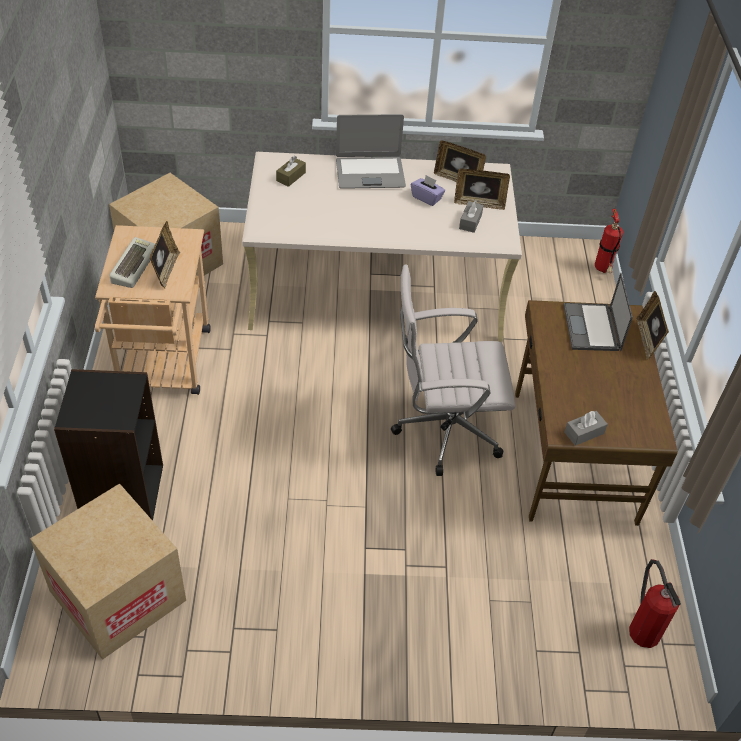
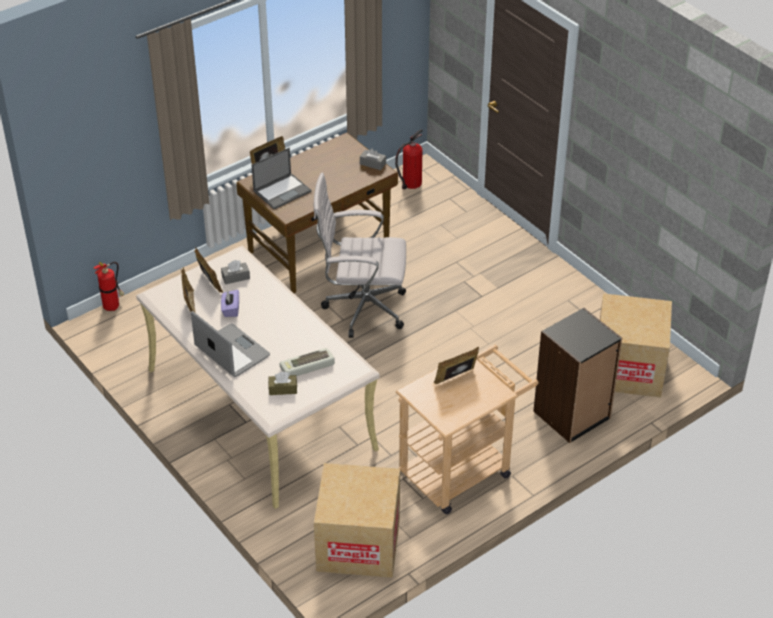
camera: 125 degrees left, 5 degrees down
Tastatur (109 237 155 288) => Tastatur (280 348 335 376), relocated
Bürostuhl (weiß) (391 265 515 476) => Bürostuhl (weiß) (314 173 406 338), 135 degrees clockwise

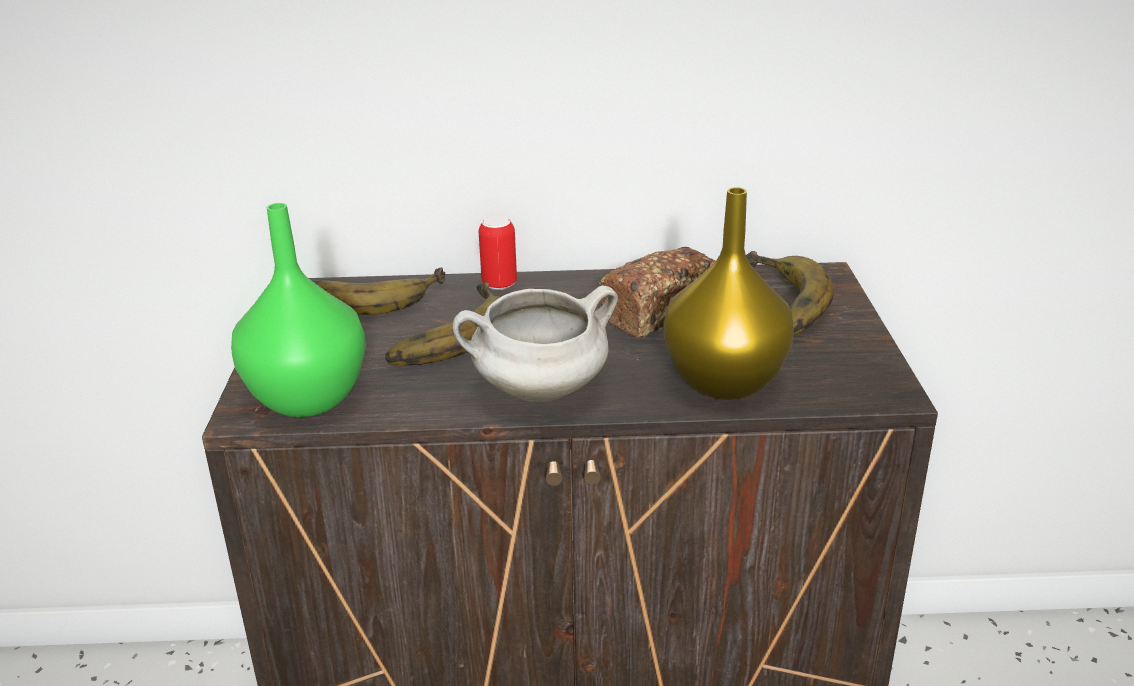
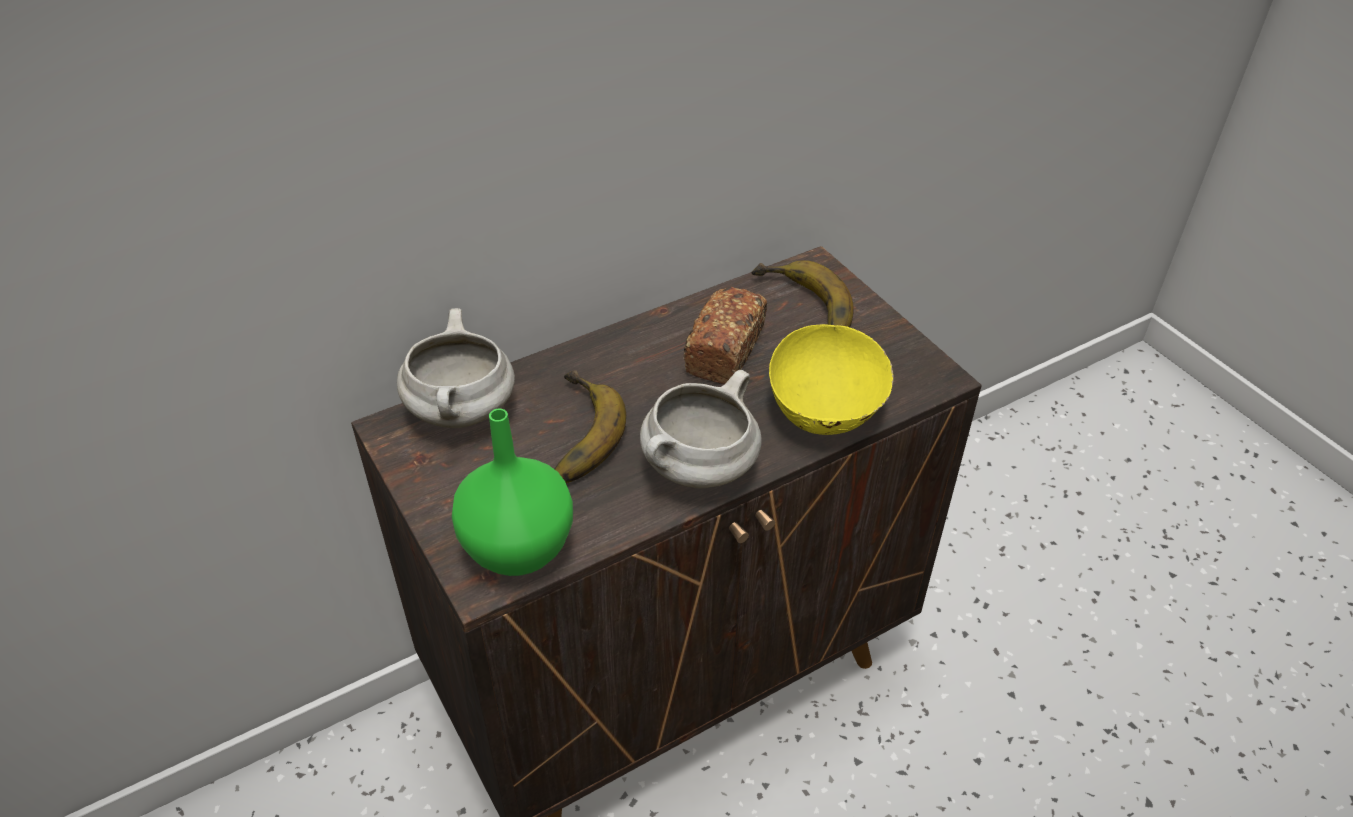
camera: 30 degrees left, 15 degrees up
Dose (479 216 517 290) => nothing
Banane (313 267 445 315) => Kochtopf (weiß) (397 308 515 428)
Vase (gelb) (664 187 794 400) => Schüssel (gelb) (769 323 893 435)

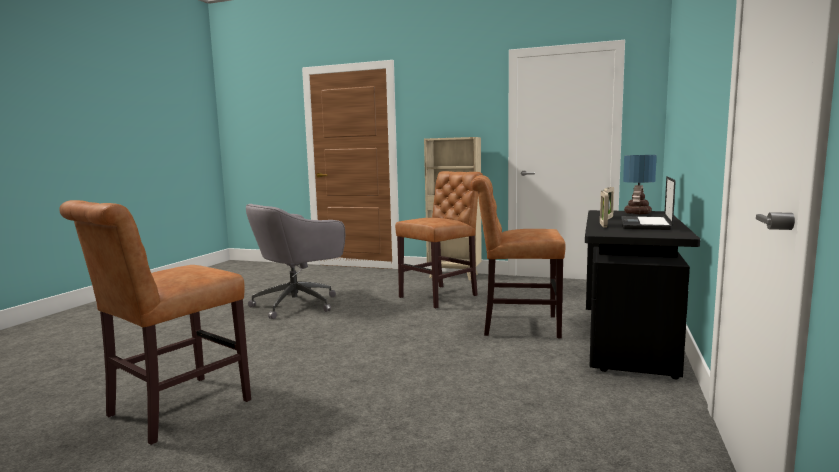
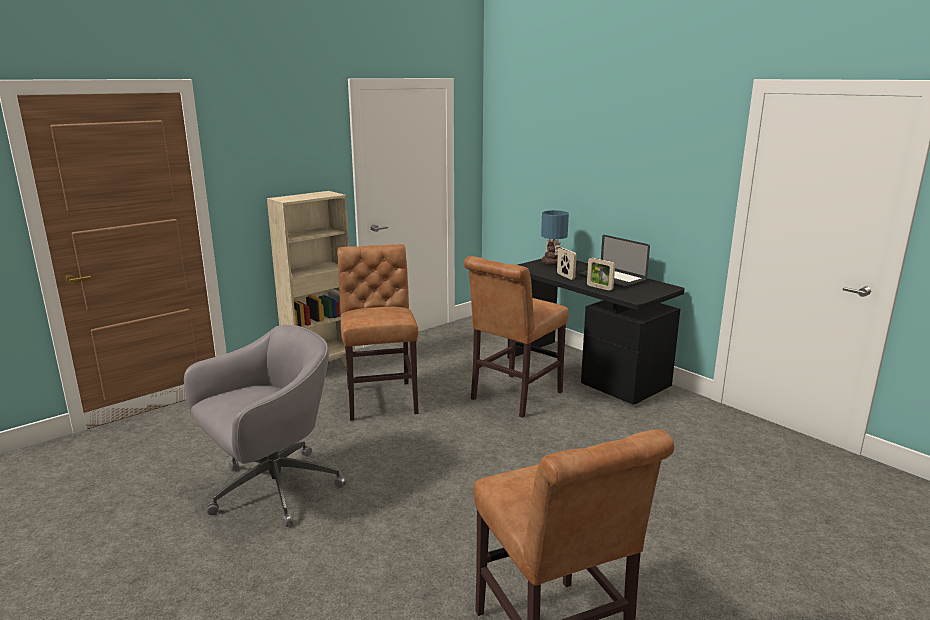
camera: 60 degrees left, 10 degrees up
Bürostuhl (grau) (246 204 345 319) => Bürostuhl (grau) (184 325 346 527), 120 degrees counterclockwise

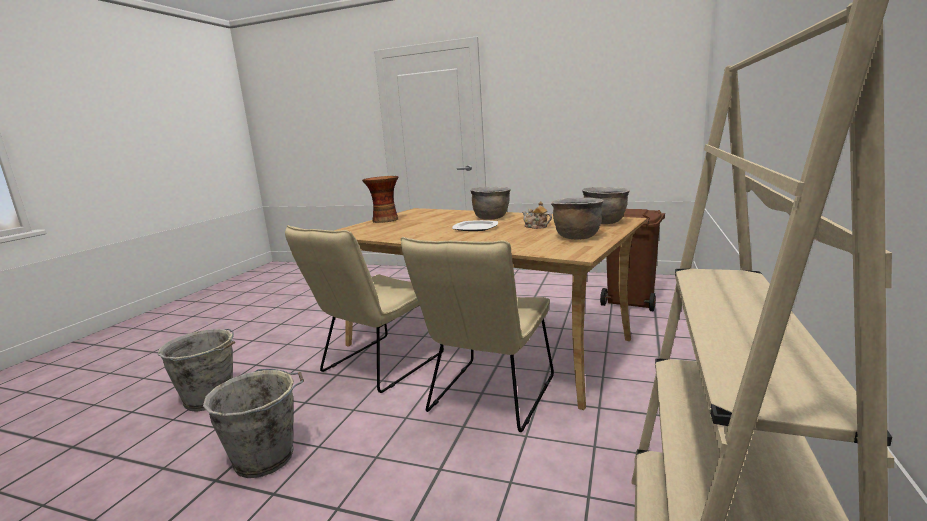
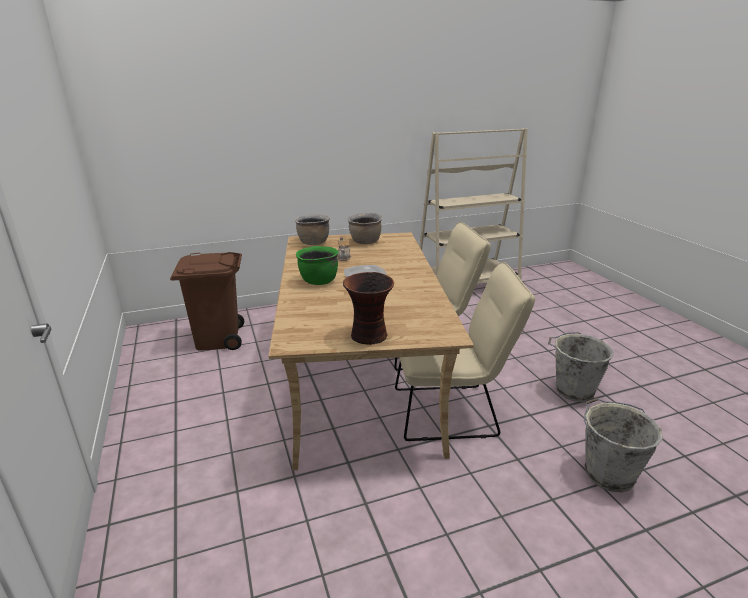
camera: 130 degrees left, 10 degrees up
Kochtopf (braun) (470 187 511 220) => Kochtopf (grün) (296 246 339 285)

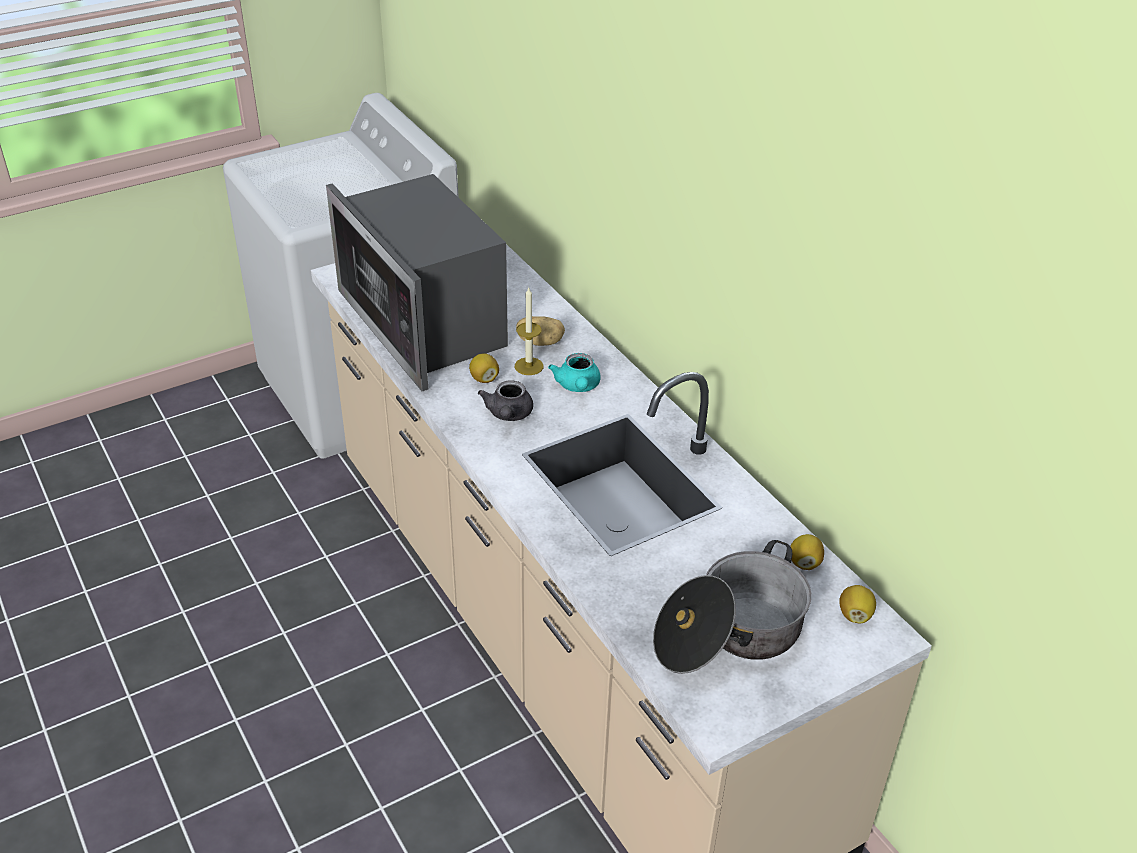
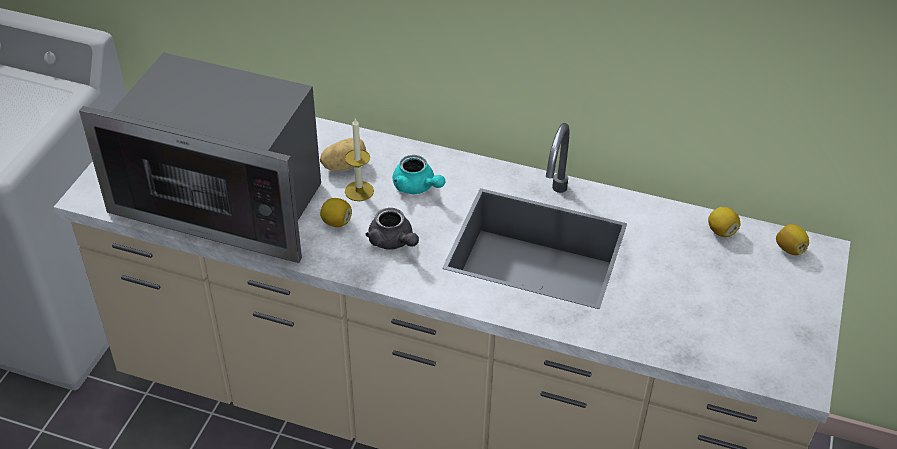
camera: 40 degrees left, 5 degrees up
Kochtopf (653 540 811 674) => nothing

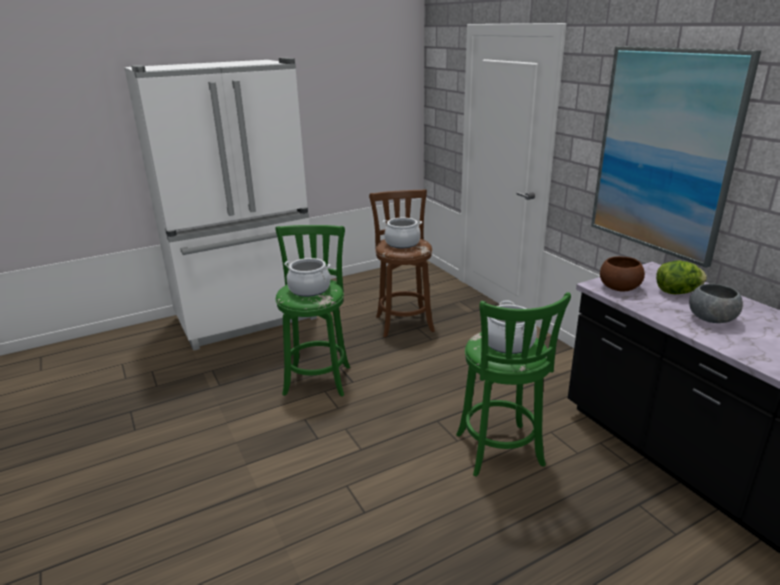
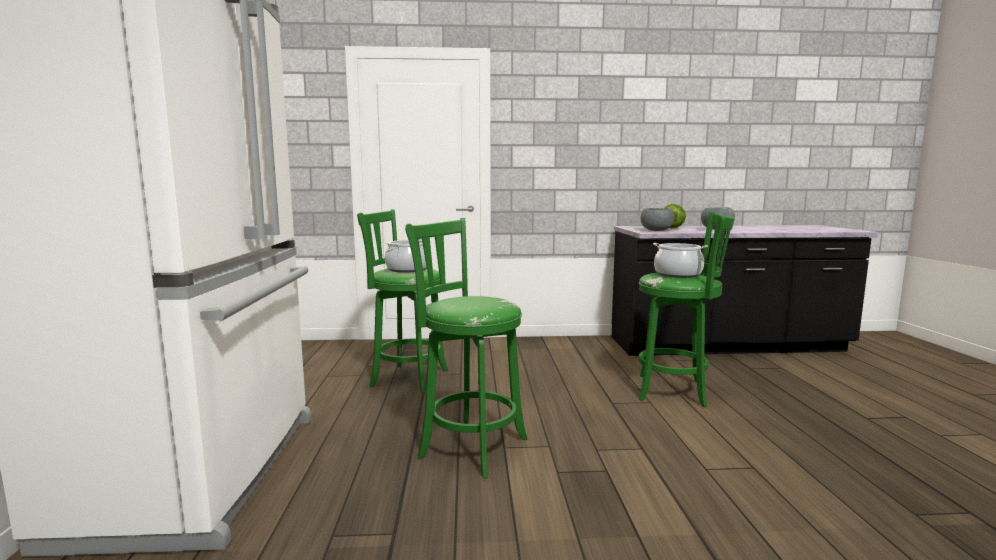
camera: 65 degrees left, 15 degrees down
Kochtopf (284 258 331 297) => nothing
Bild (591 46 761 268) => nothing
Hocker (braun) (369 189 435 338) => Hocker (grün) (357 209 448 393)
Schüssel (braun) (600 256 645 292) => Schüssel (grau) (640 208 674 231)

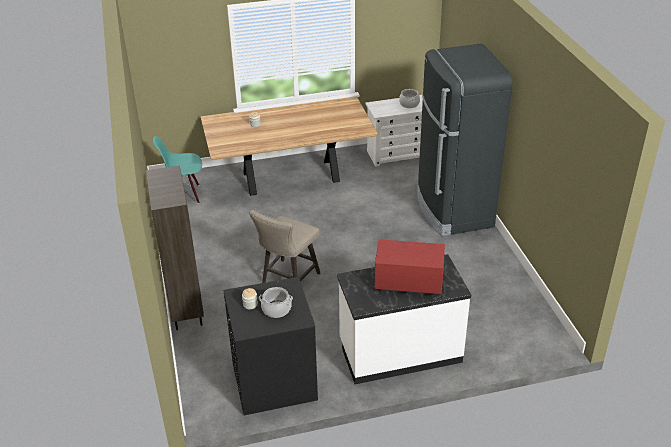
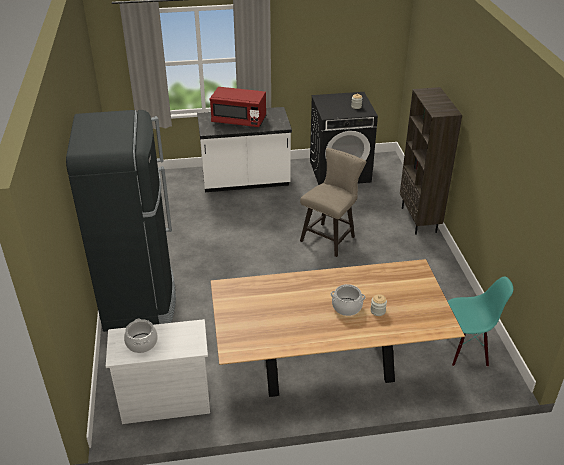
camera: 175 degrees left, 0 degrees up
Kochtopf (259 287 293 318) => Kochtopf (330 284 366 316), relocated

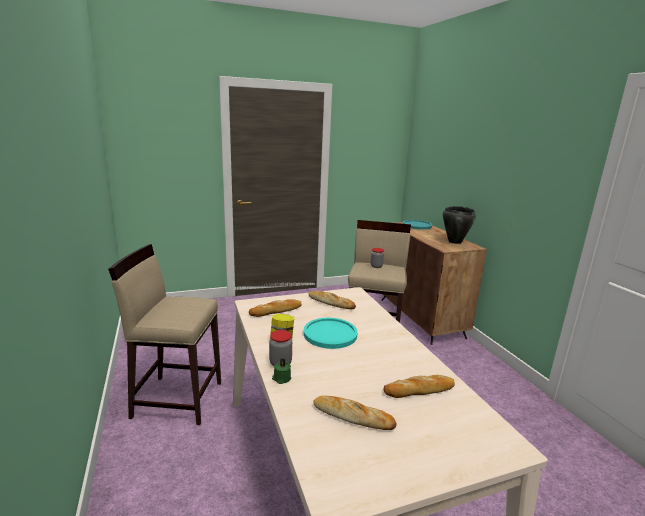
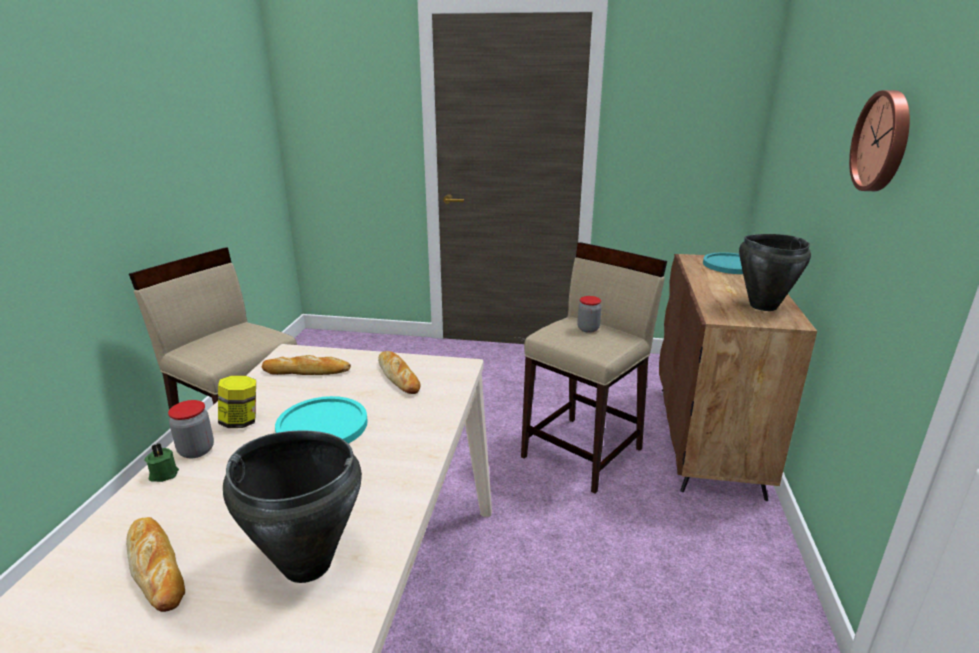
camera: 30 degrees right, 5 degrees up
nothing => Wanduhr (849 90 910 191)
Brot (384 375 455 398) => Kochtopf (schwarz) (223 430 362 583)

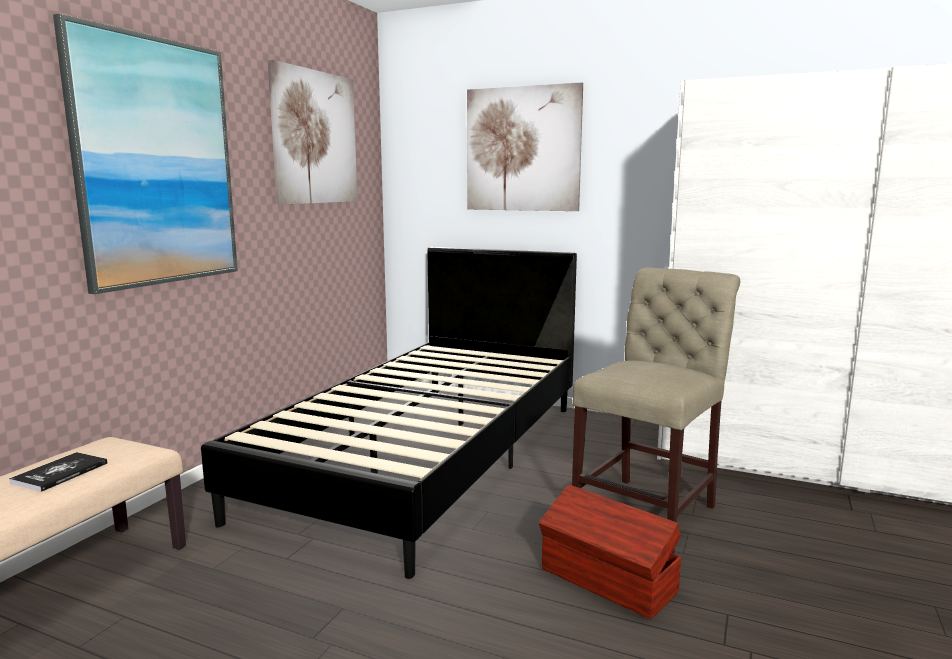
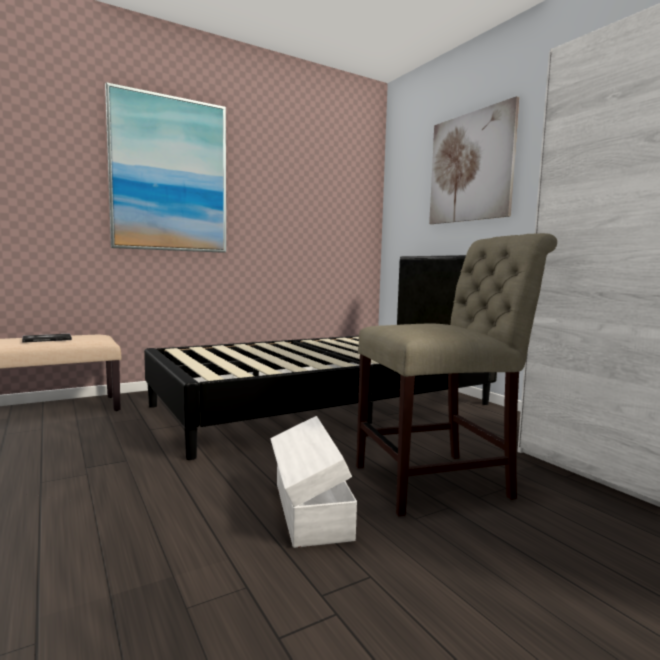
camera: 35 degrees right, 5 degrees down
Bild (268 59 357 205) => nothing
Aufbewahrungsbox (braun) (539 484 682 619) => Aufbewahrungsbox (weiß) (270 416 357 548)

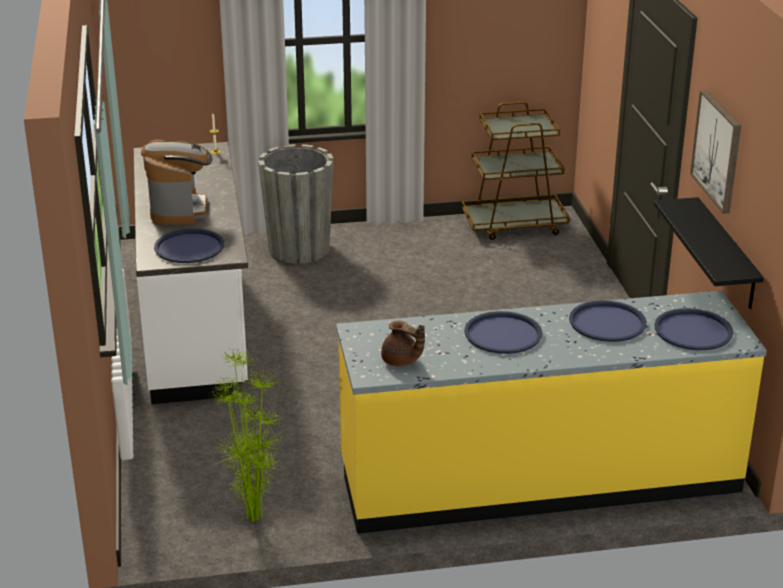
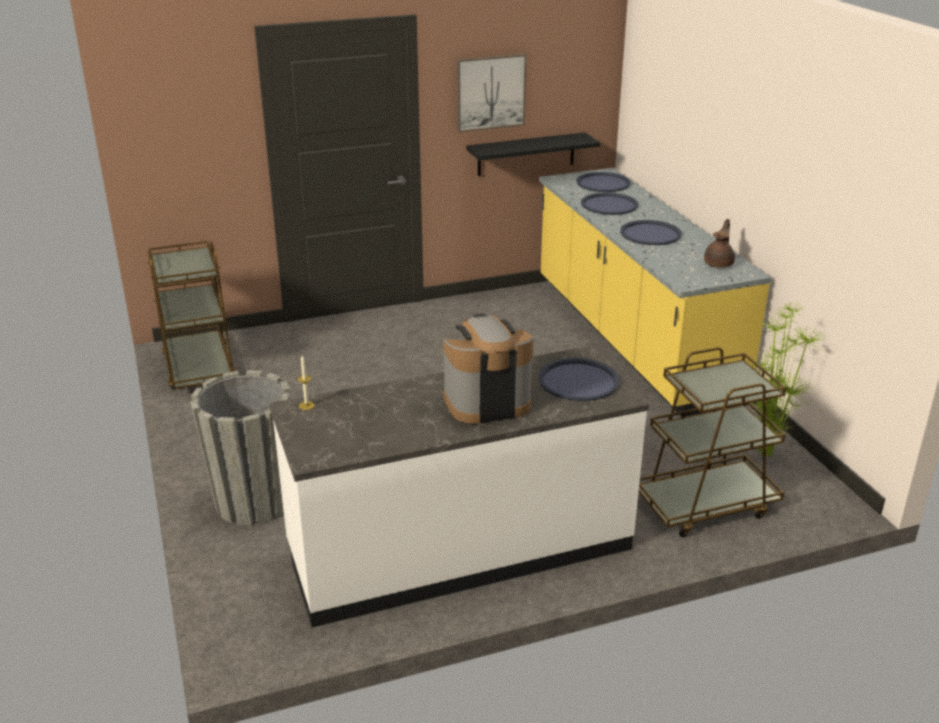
camera: 100 degrees left, 0 degrees up
nothing => Rollwagen (braun) (639 347 786 537)

